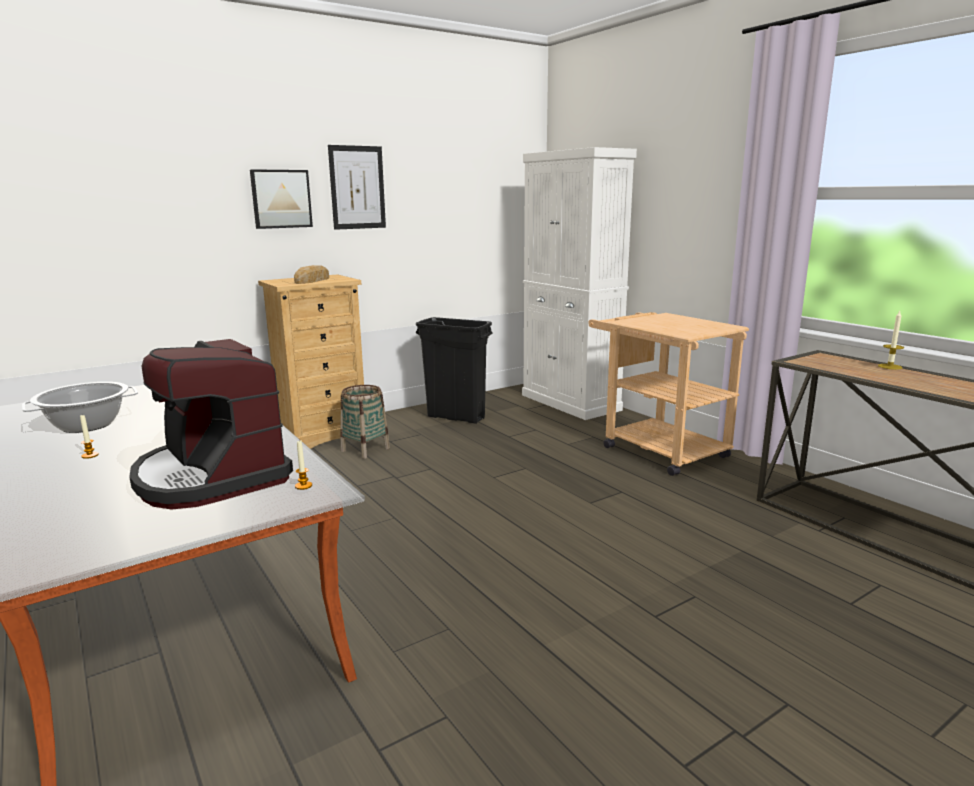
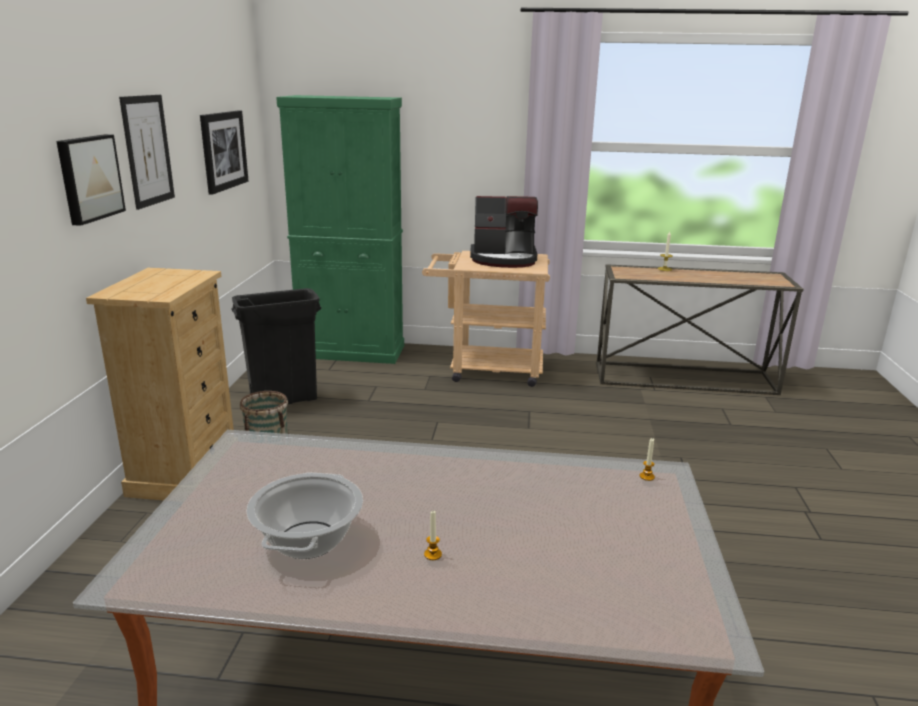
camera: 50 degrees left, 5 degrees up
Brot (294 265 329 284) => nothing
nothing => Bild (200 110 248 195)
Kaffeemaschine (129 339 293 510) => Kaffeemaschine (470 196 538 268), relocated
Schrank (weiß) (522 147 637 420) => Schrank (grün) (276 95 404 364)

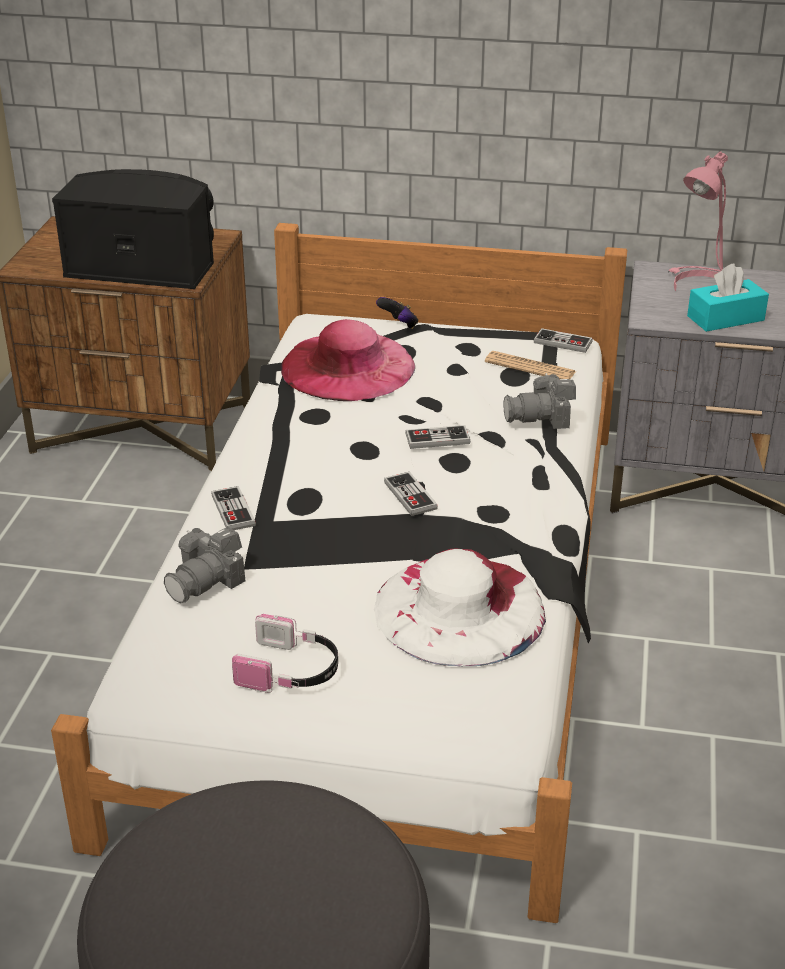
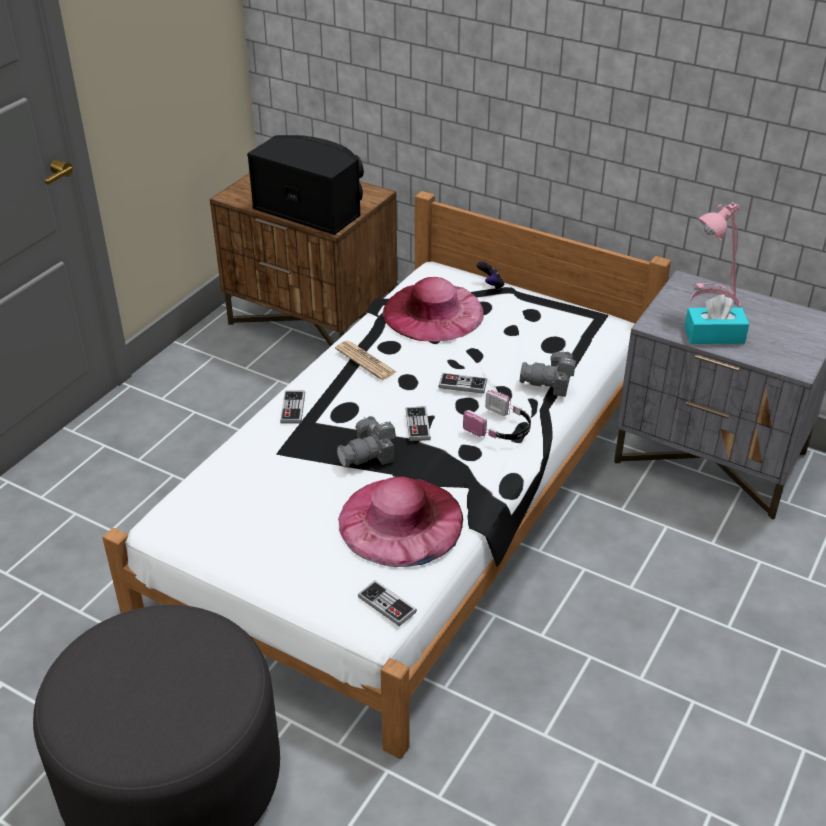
camera: 20 degrees right, 5 degrees up
Kamera (164 527 245 603) => Kamera (337 416 396 468), relocated
Kopfhörer (232 614 338 693) => Kopfhörer (463 390 531 440), relocated
Zeitung (485 351 576 379) => Zeitung (335 341 396 380), relocated
Gamepad (534 328 593 353) => Gamepad (358 580 417 626), relocated
Hut (weiß) (374 549 546 666) => Hut (rosa) (338 476 463 567)

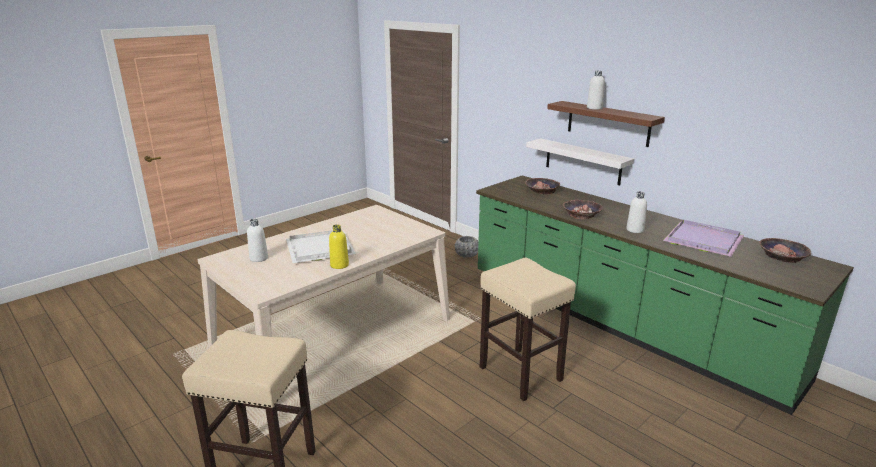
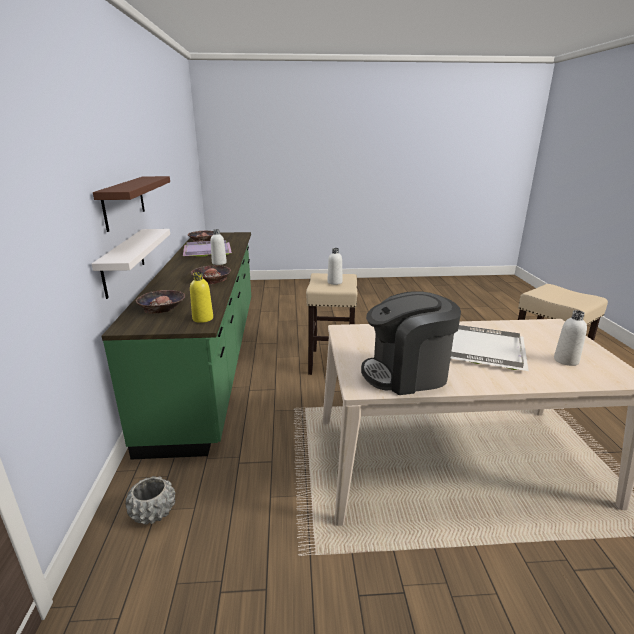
camera: 140 degrees left, 0 degrees up
nothing => Kaffeemaschine (361 291 461 395)
Flasche (gelb) (329 225 349 269) => Flasche (gelb) (190 272 213 323), relocated
Flasche (weiß) (587 71 605 110) => Flasche (weiß) (327 248 342 285), relocated

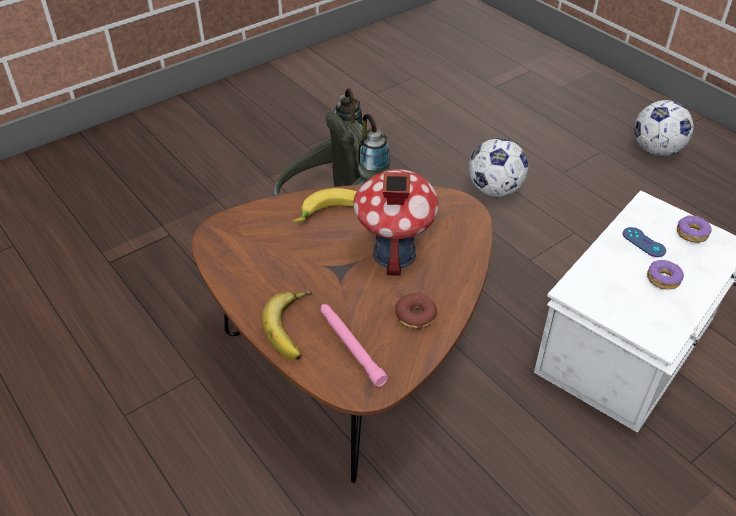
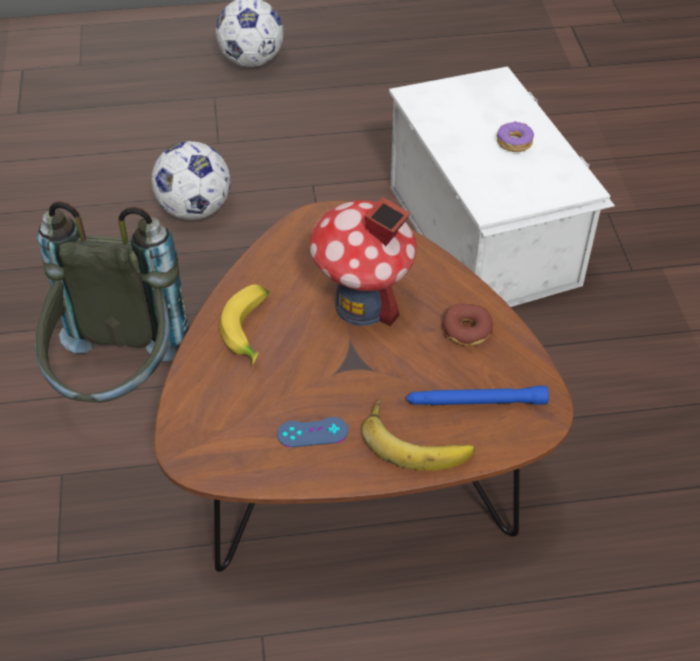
camera: 60 degrees left, 5 degrees up
Donut (677 215 712 243) => nothing
Gamepad (blau) (623 227 666 257) => Gamepad (blau) (277 417 348 447), relocated
Taschenlampe (rosa) (320 304 388 387) => Taschenlampe (blau) (406 386 549 405)

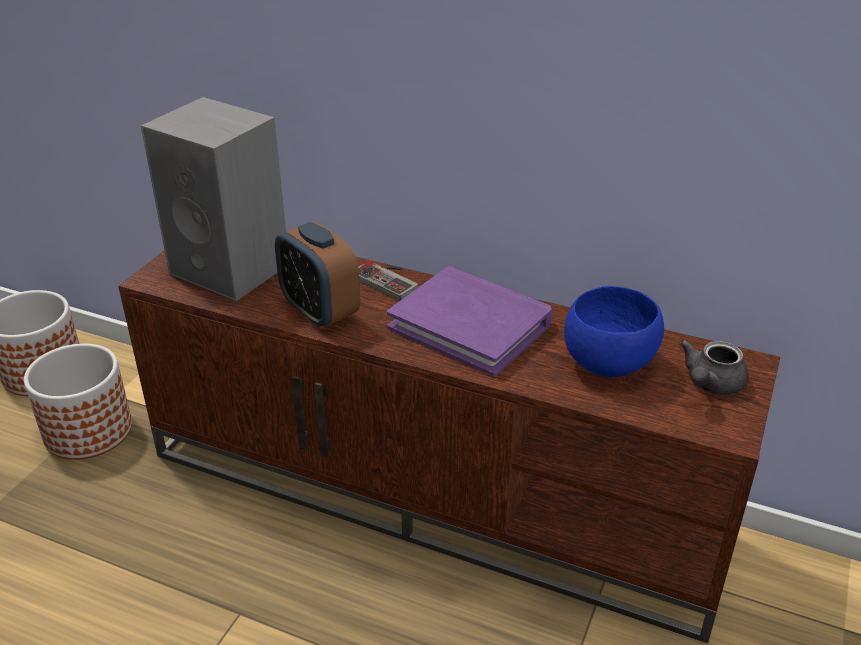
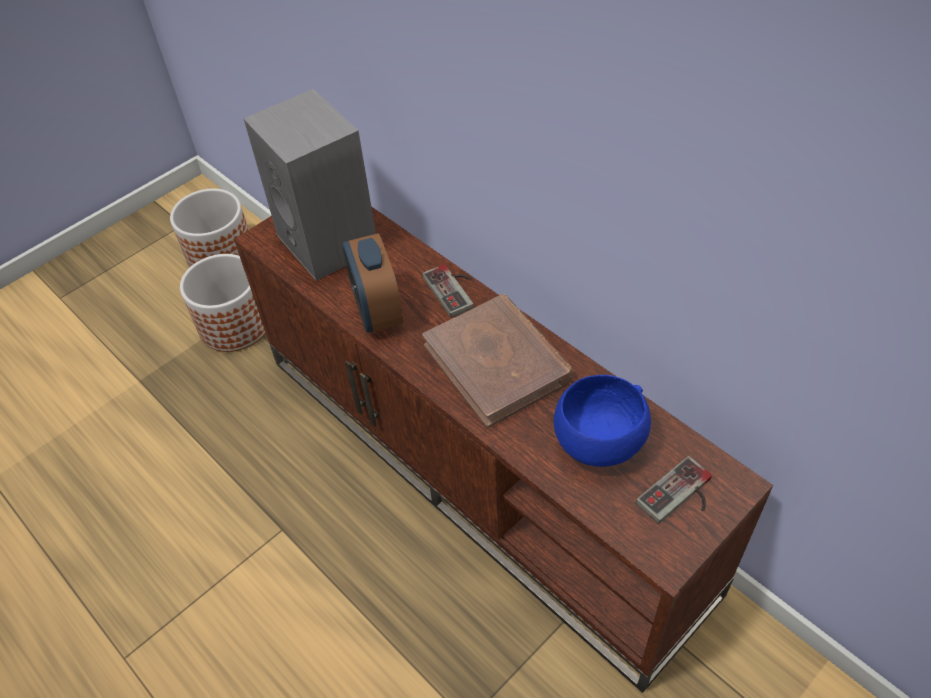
camera: 25 degrees right, 15 degrees up
Teekanne (grau) (680 340 749 395) => Gamepad (636 456 712 524)
Buch (lila) (387 266 553 377) => Buch (braun) (423 294 574 428)

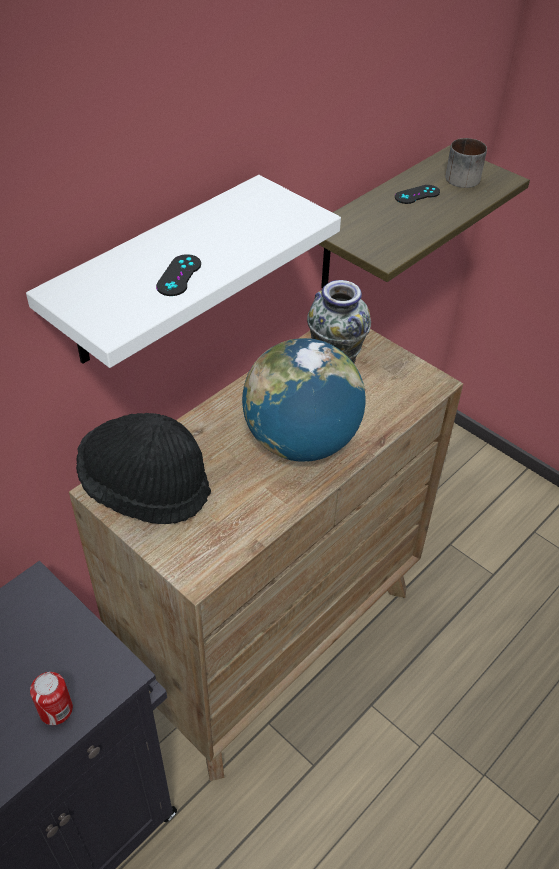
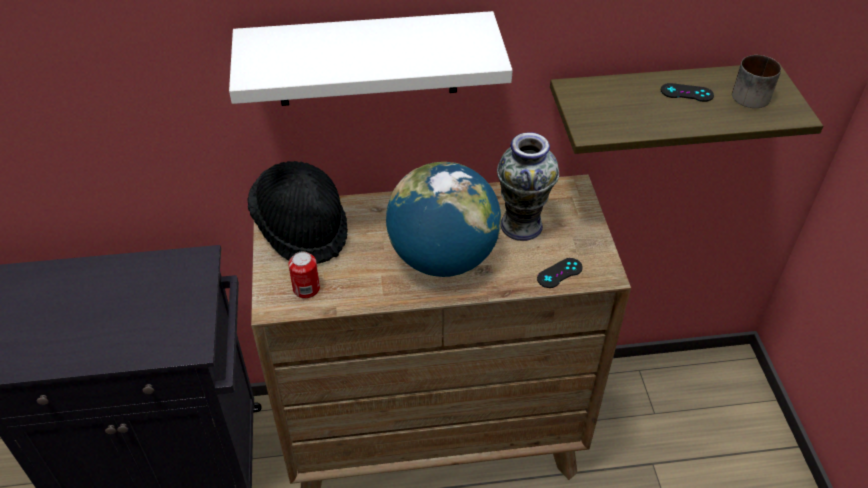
camera: 40 degrees right, 0 degrees up
Dose (30 672 73 725) => Dose (288 251 320 299), relocated
Gamepad (schwarz) (156 254 201 296) => Gamepad (schwarz) (537 258 583 288), relocated

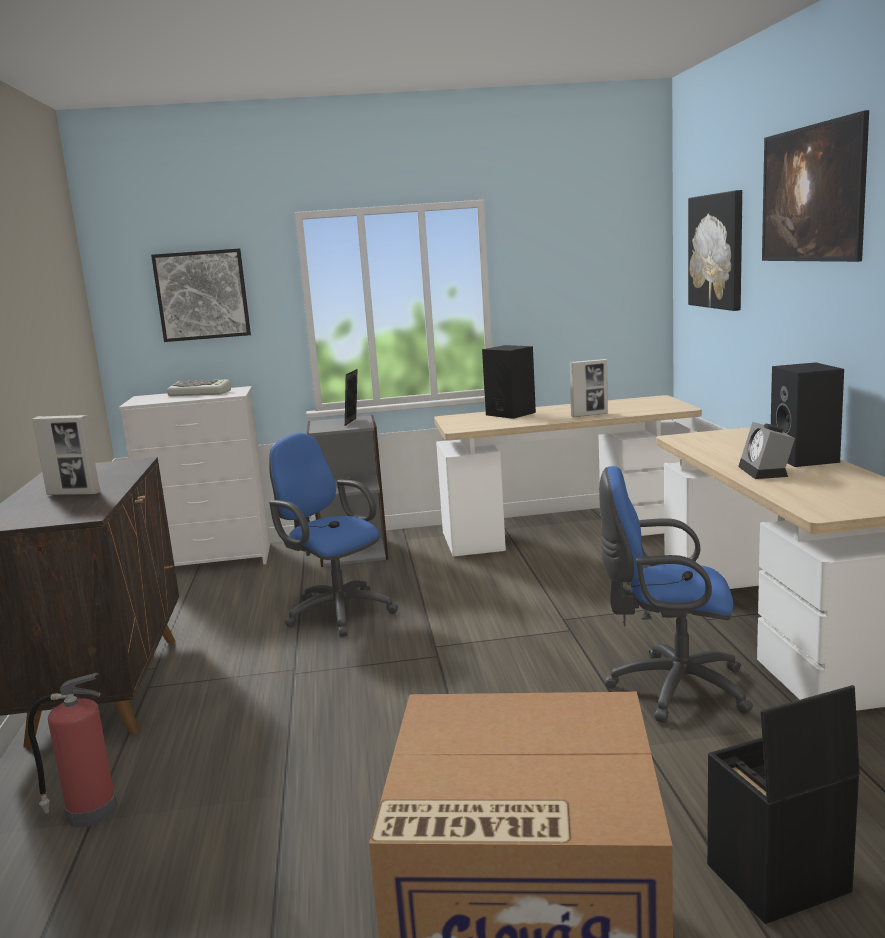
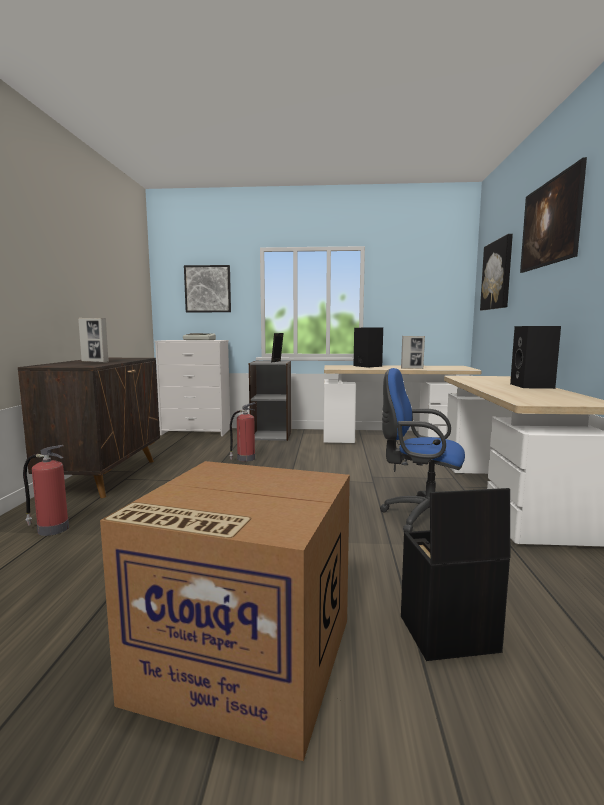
camera: 10 degrees right, 5 degrees down
Wecker (738 422 795 479) => nothing
Bürostuhl (blau) (269 433 398 637) => Feuerlöscher (229 402 256 462)

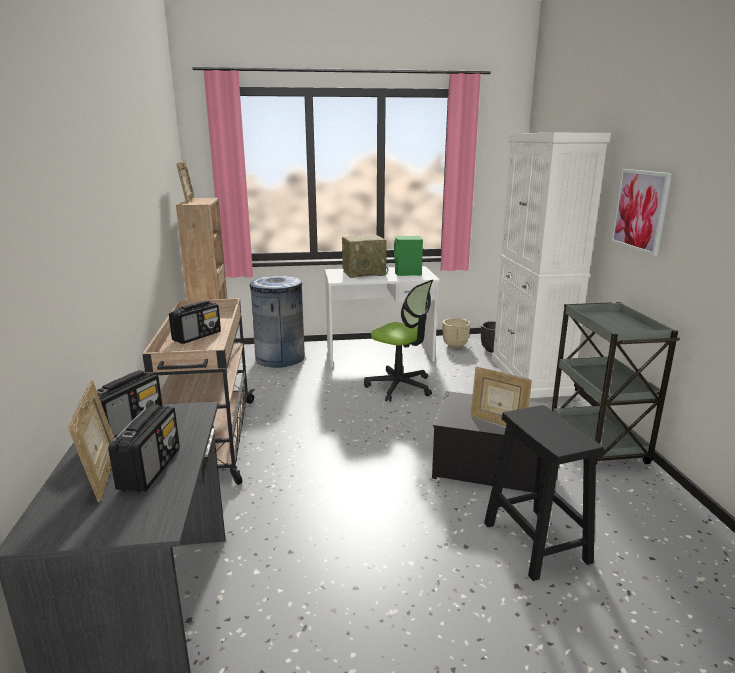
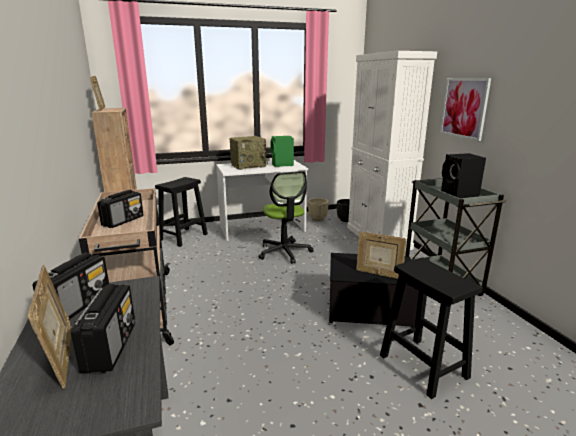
camera: 10 degrees left, 0 degrees up
nothing => Lautsprecher (schwarz) (441 153 486 198)
Mülleimer (grau) (250 276 305 368) => Hocker (schwarz) (155 177 208 247)
Bürostuhl (364 280 433 402) => Bürostuhl (259 171 313 264), 45 degrees clockwise

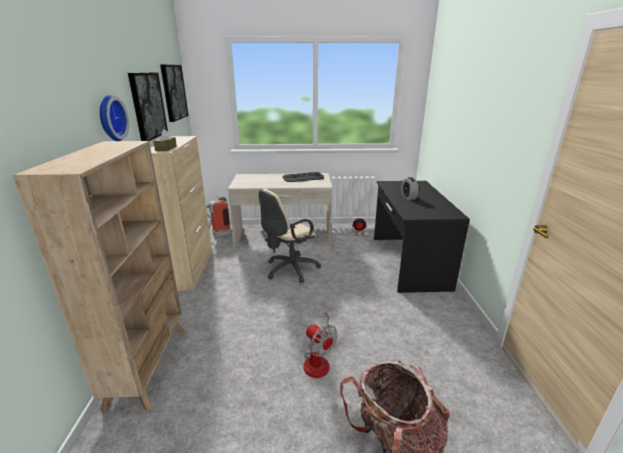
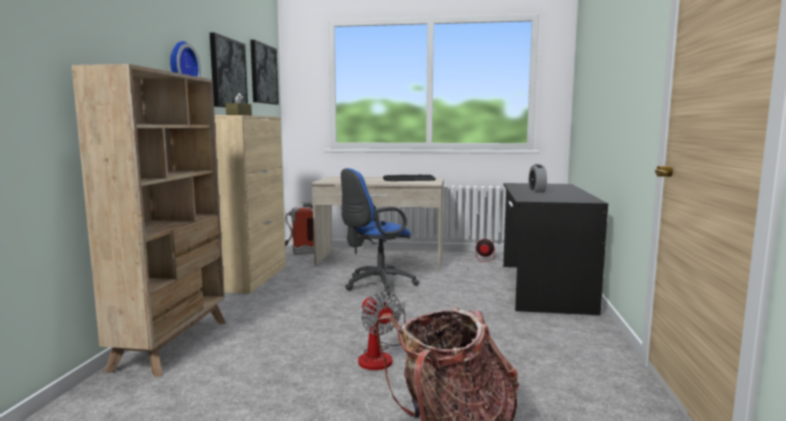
camera: 10 degrees right, 15 degrees down
Bürostuhl (beige) (259 189 321 283) => Bürostuhl (blau) (341 168 419 295)

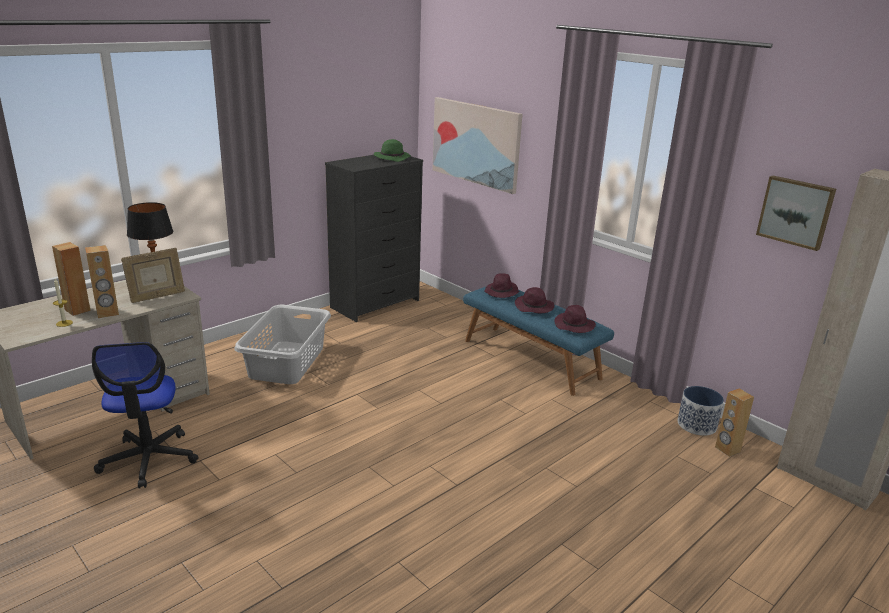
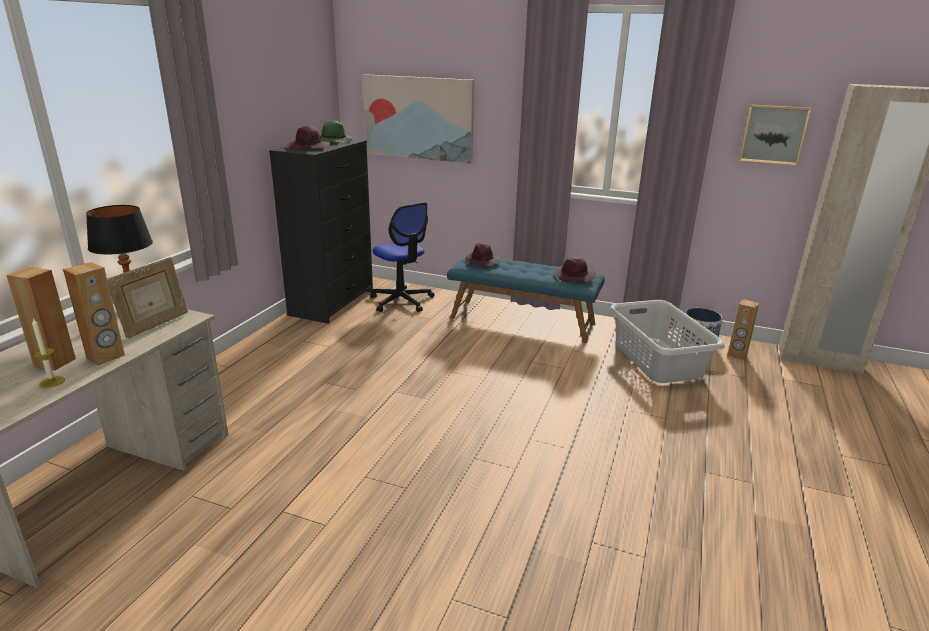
camera: 25 degrees left, 0 degrees up
Bürostuhl (92 342 198 488) => Bürostuhl (370 202 435 312), relocated
Wäschekorb (grau) (234 305 331 384) => Wäschekorb (grau) (609 300 724 383), relocated
Hut (lila) (515 287 555 313) => Hut (lila) (288 126 330 150), relocated

